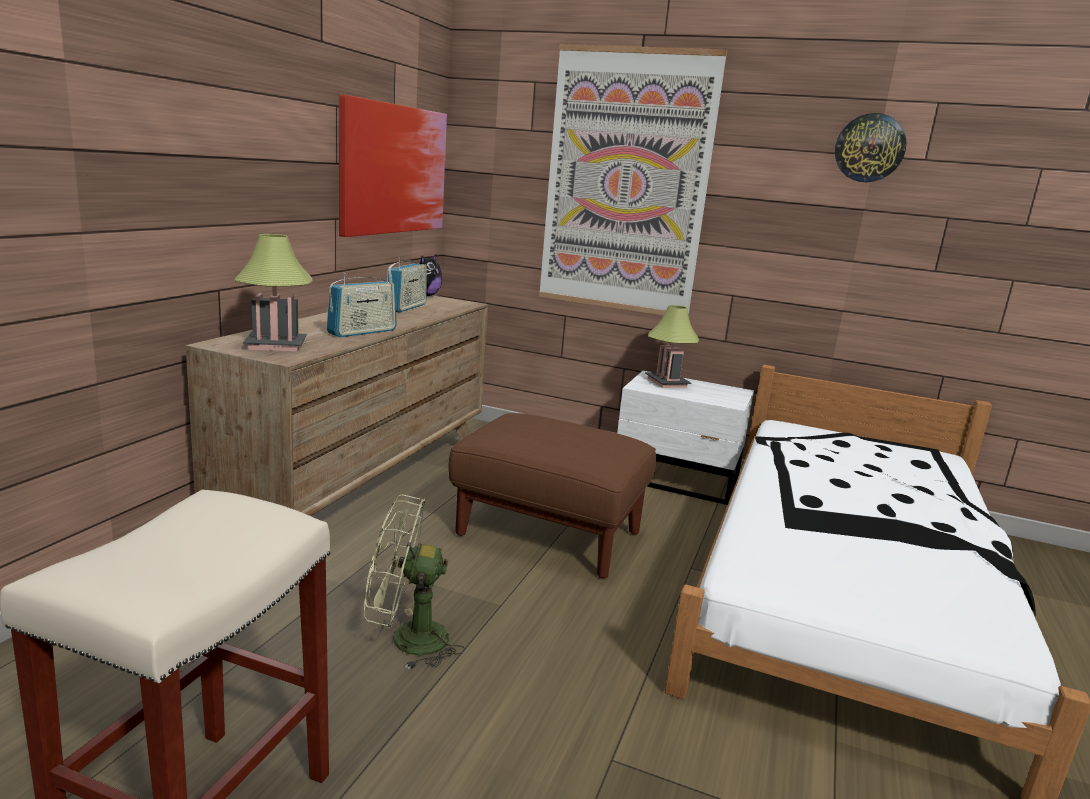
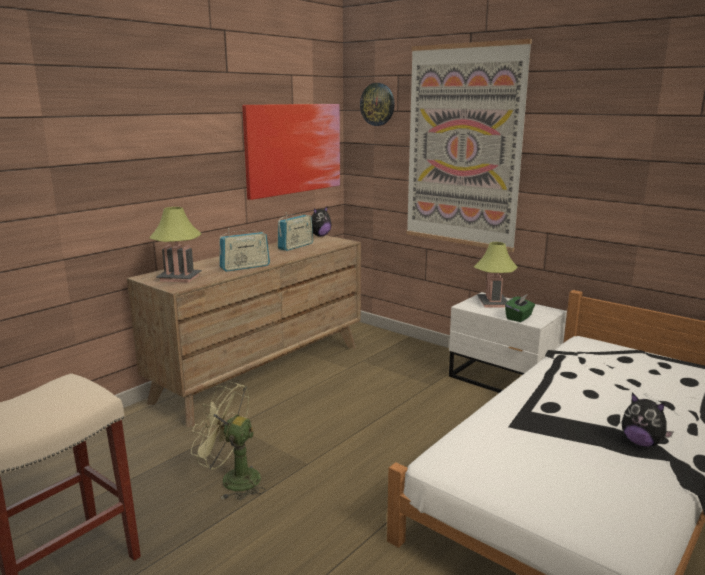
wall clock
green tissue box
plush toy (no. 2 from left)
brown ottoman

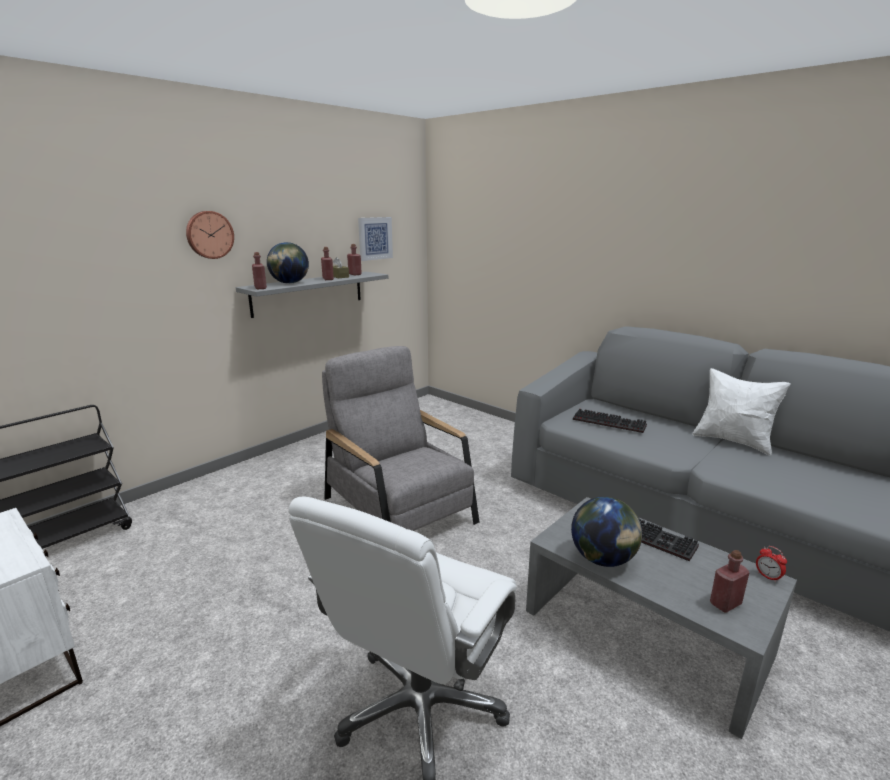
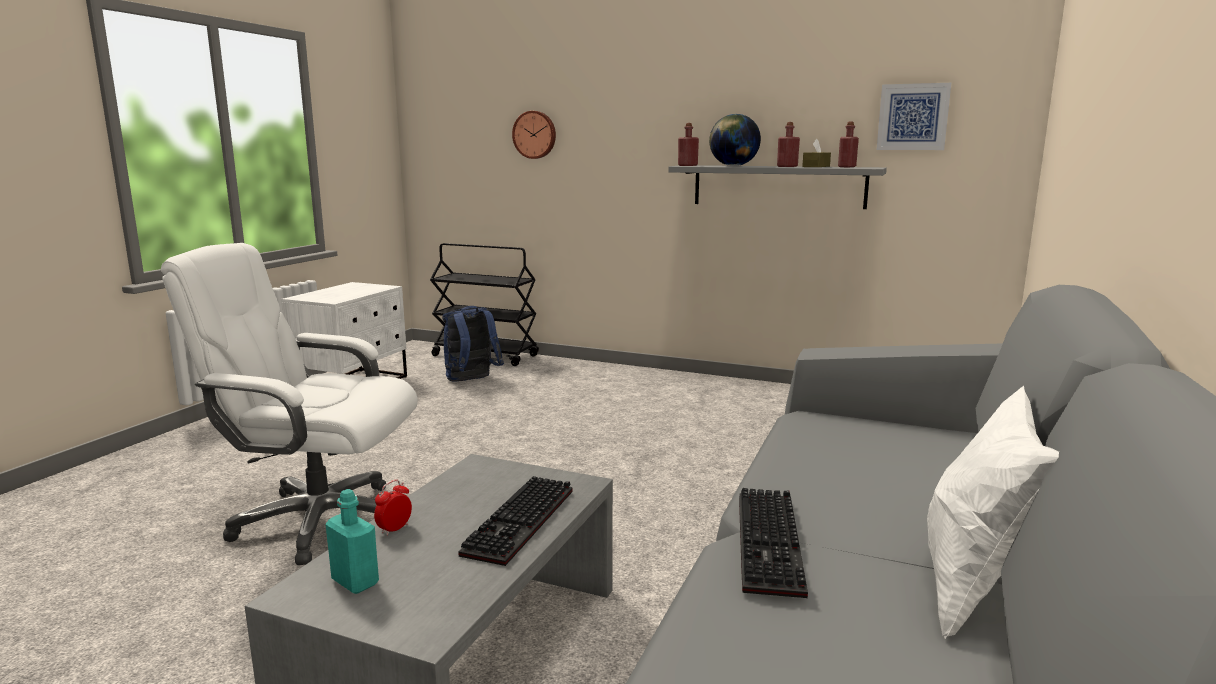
turquoise bottle
alarm clock
blue backpack
wall clock
keyboard (no. 2 from left)
grey armchair
globe (no. 2 from left in the first image)

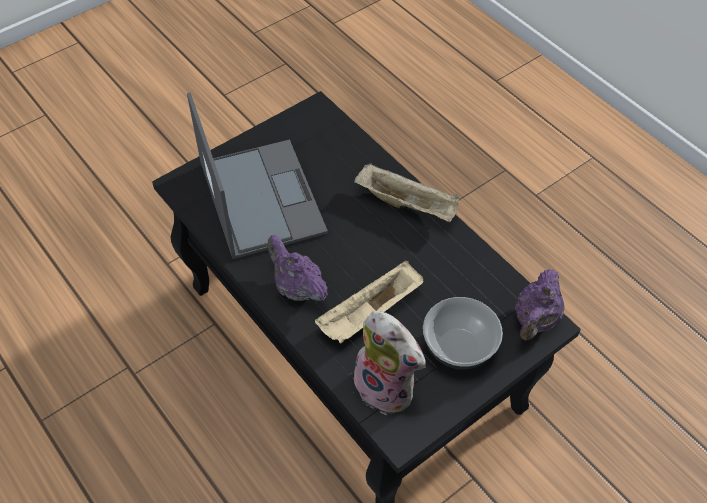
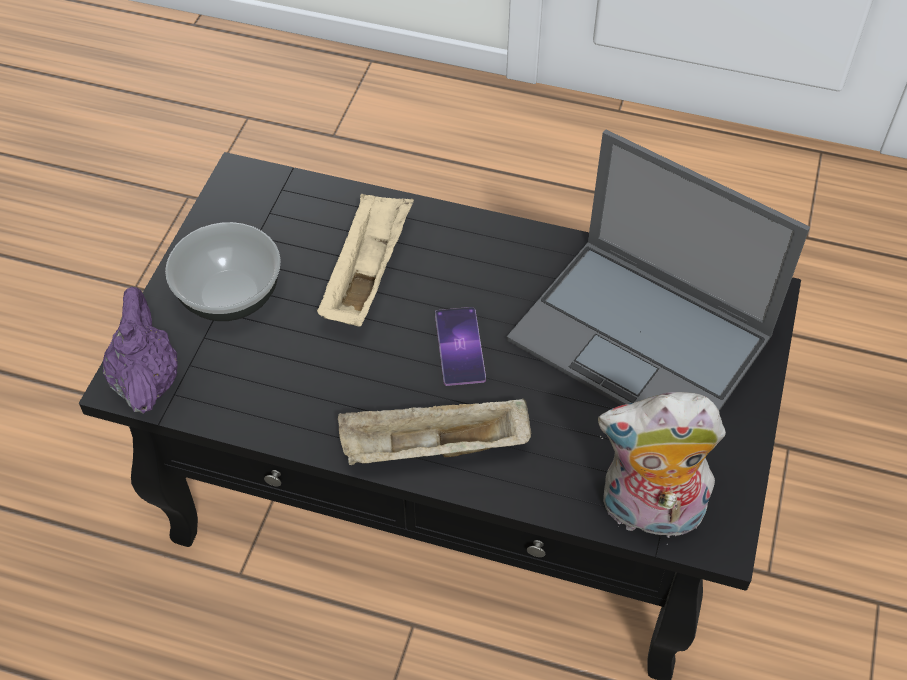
phone
plush toy
purple teapot (no. 1 from left in the first image)

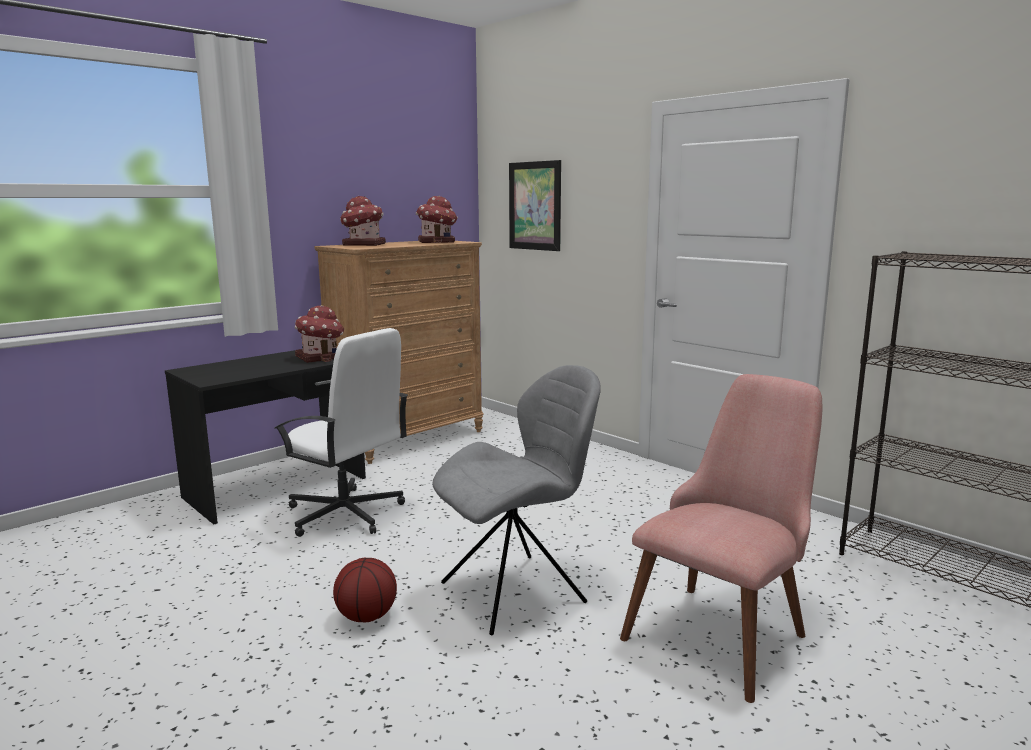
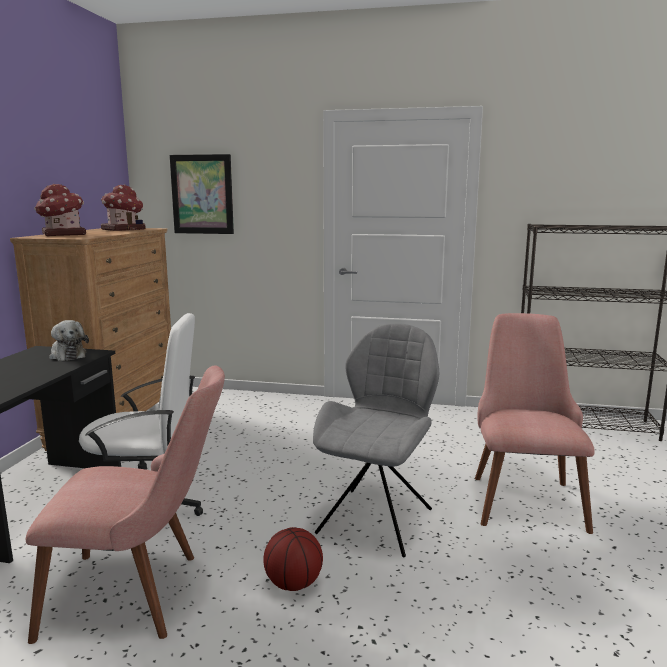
pink chair (no. 1 from left)
plush toy

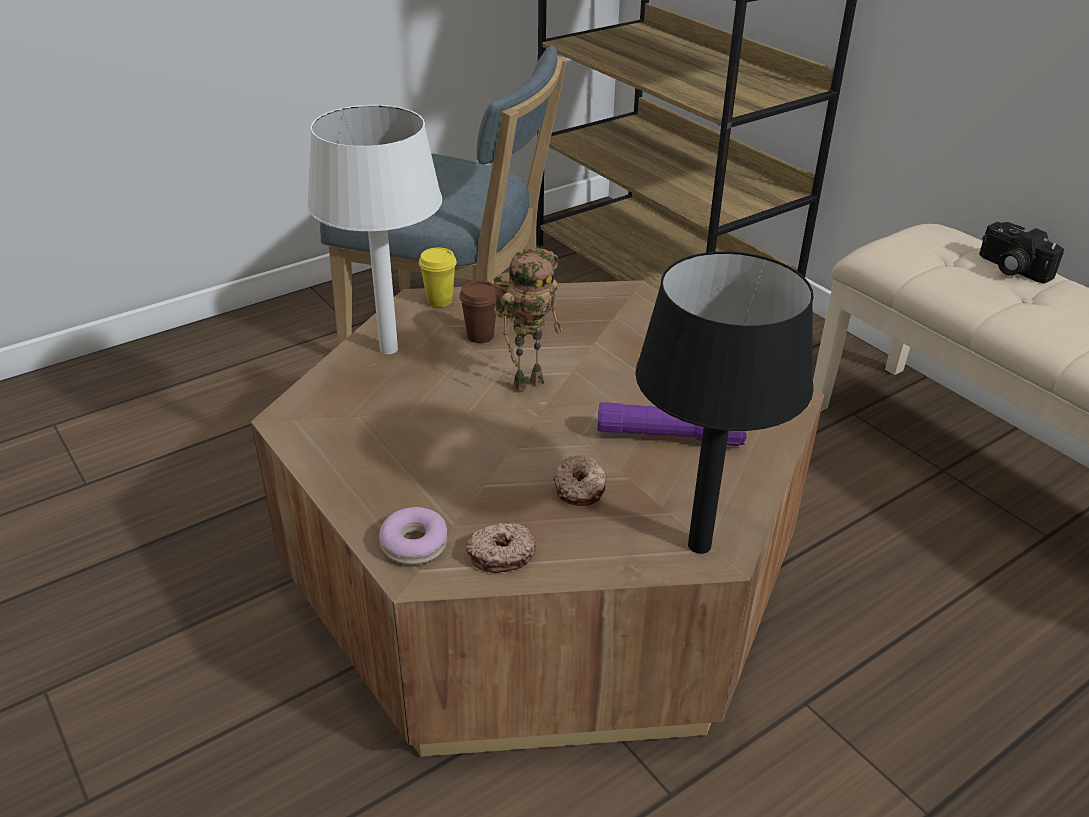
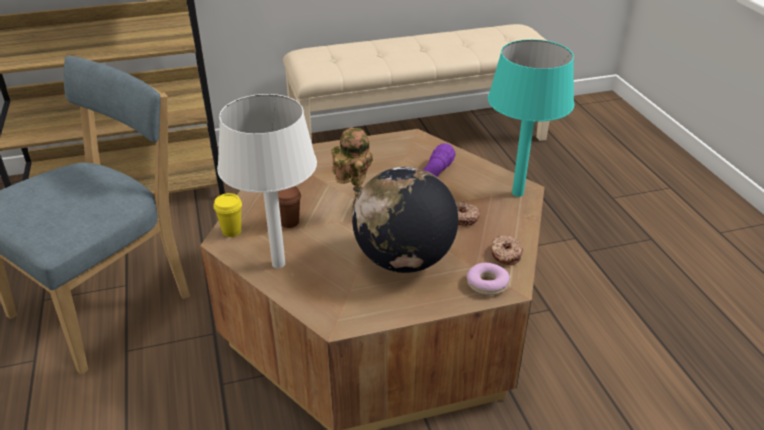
globe
turquoise table lamp
photo camera

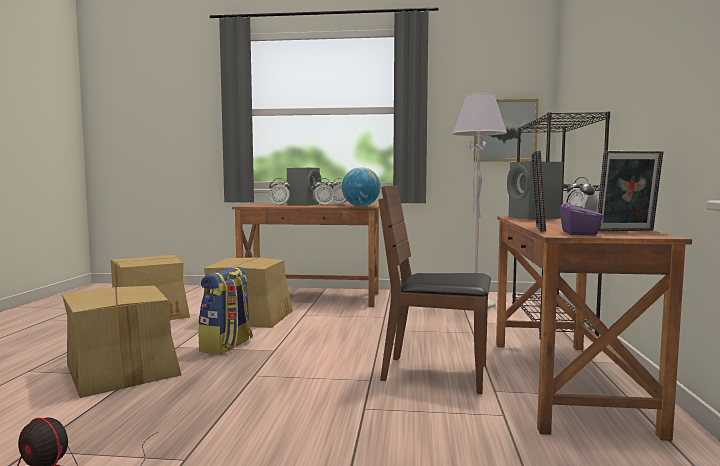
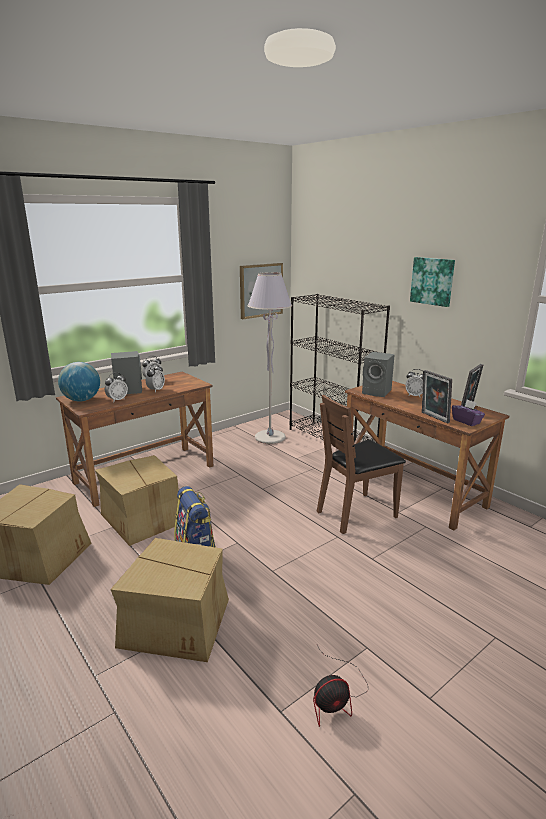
globe
picture (no. 2 from left)

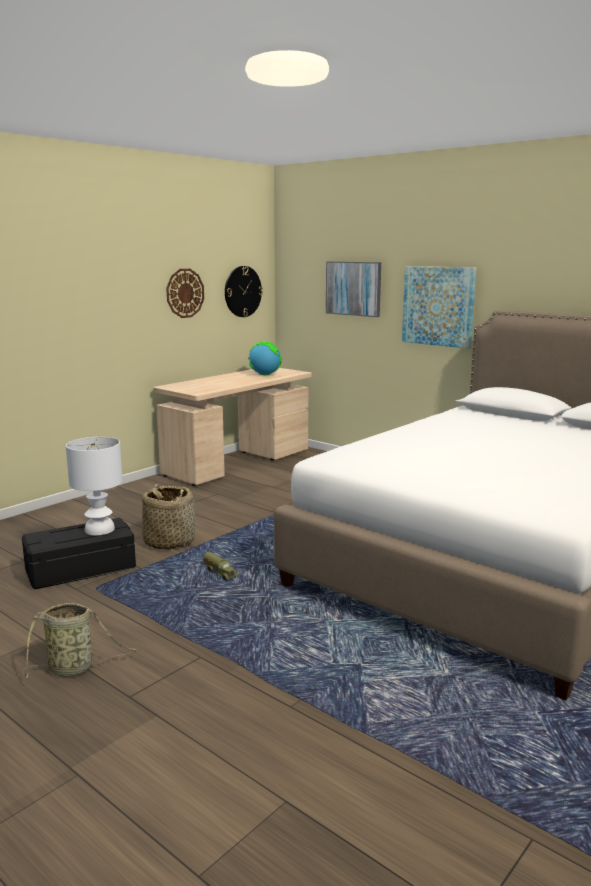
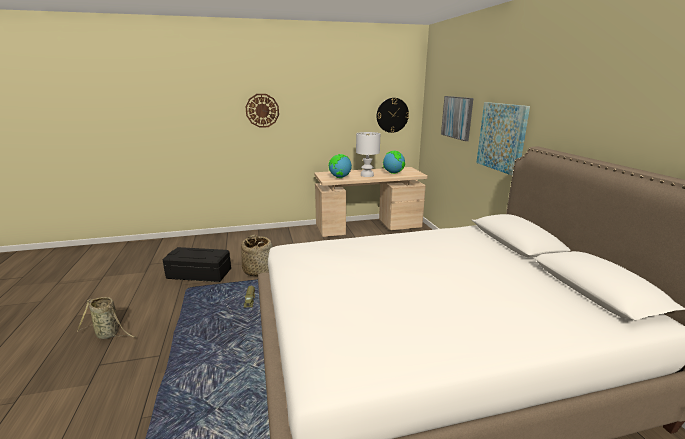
wall clock (no. 1 from left)
globe (no. 1 from left)
white table lamp

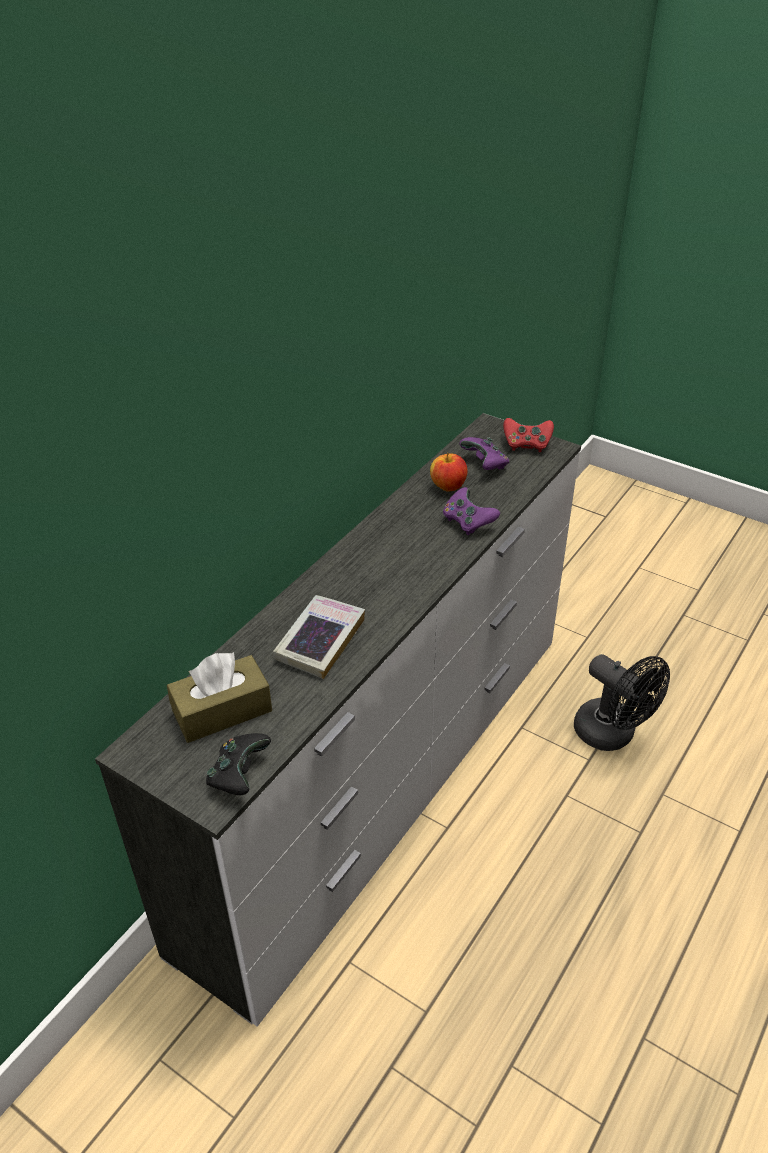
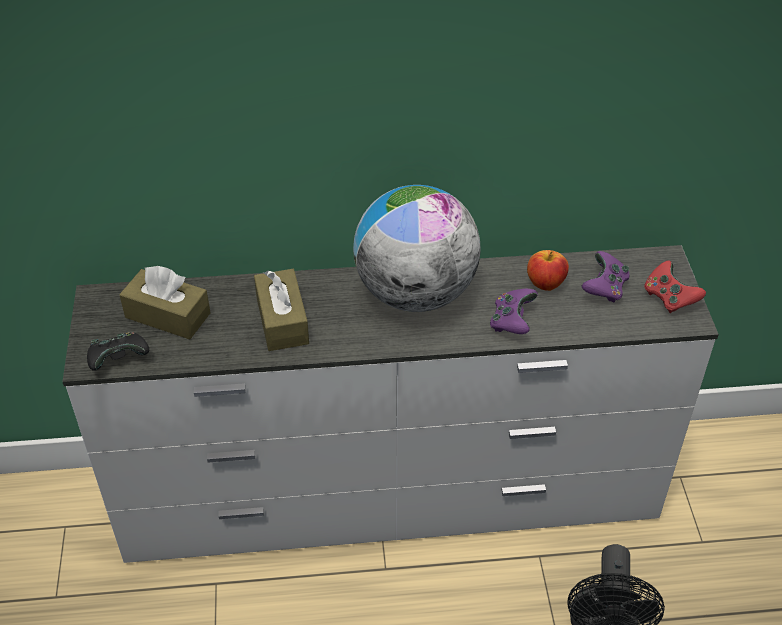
brown tissue box (no. 2 from left)
globe

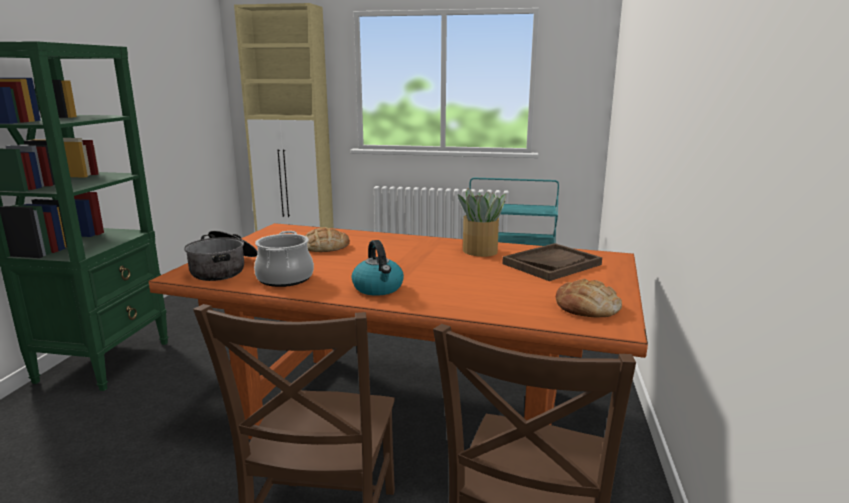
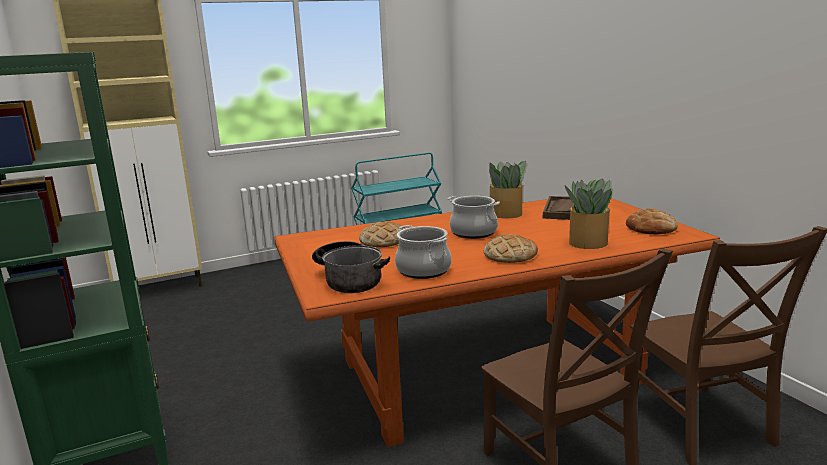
cooking pot (no. 3 from left)
bread (no. 2 from left)
potted plant (no. 2 from left)

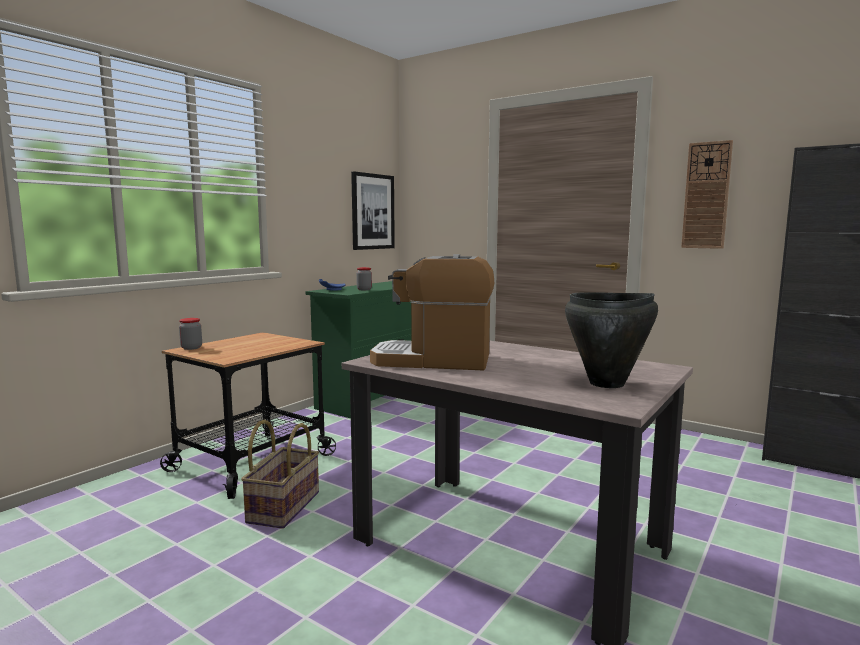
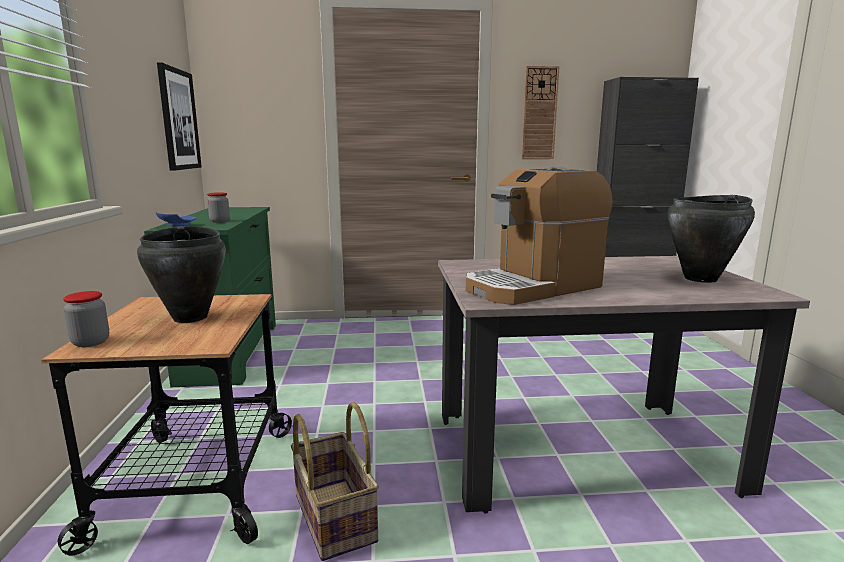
black cooking pot (no. 1 from left)

